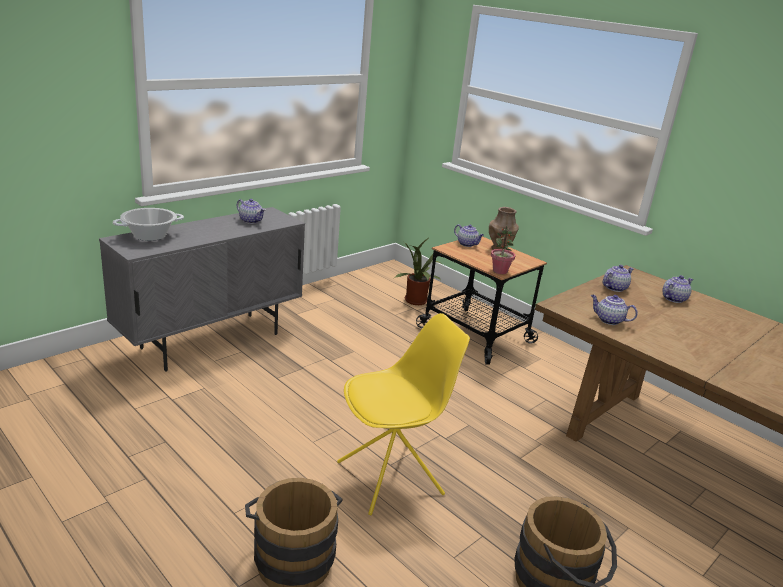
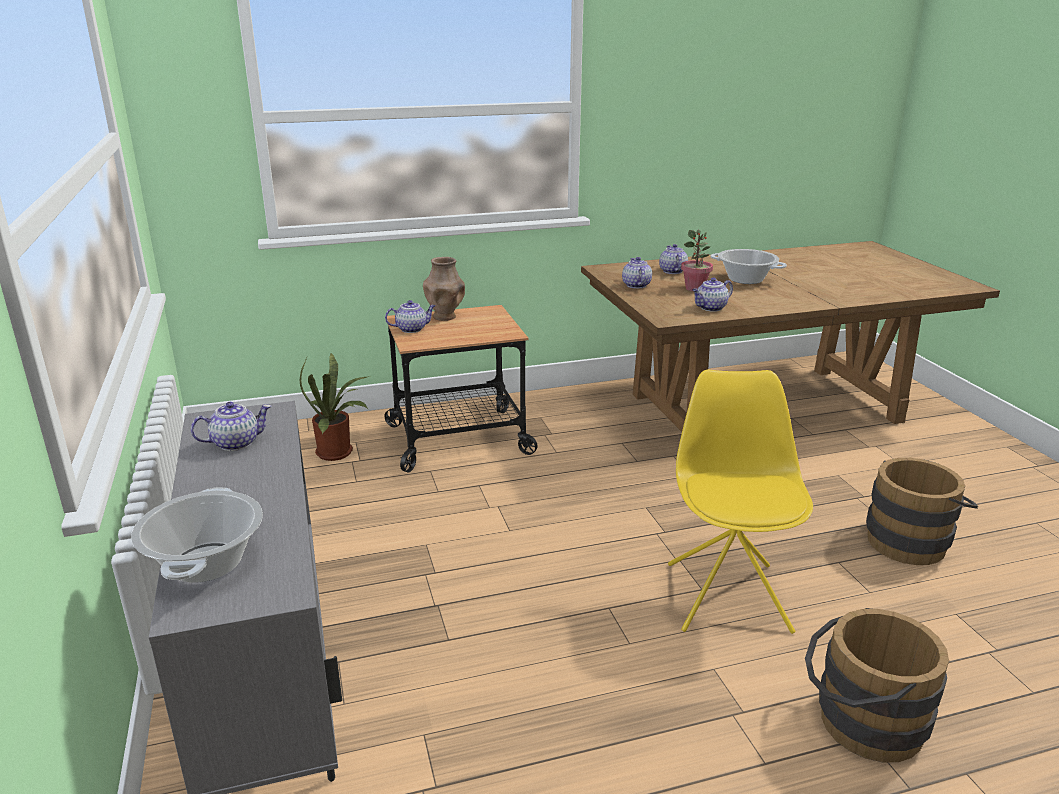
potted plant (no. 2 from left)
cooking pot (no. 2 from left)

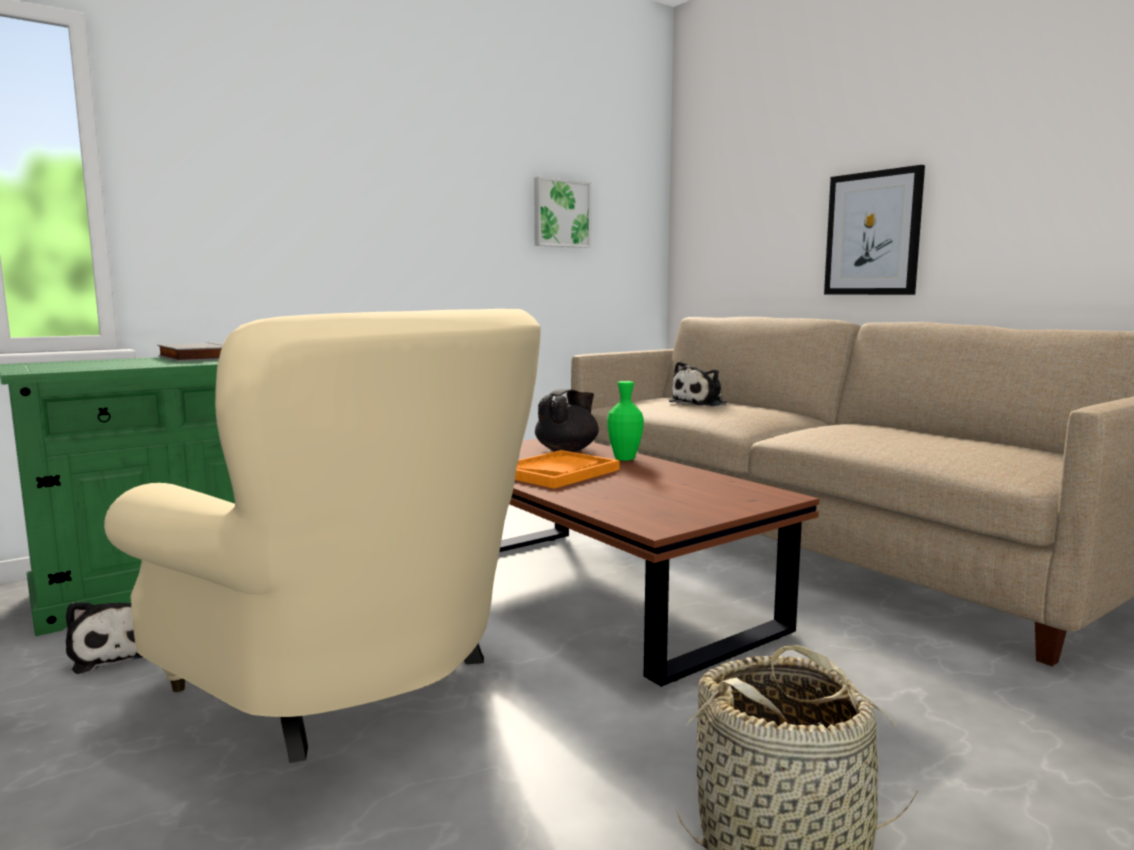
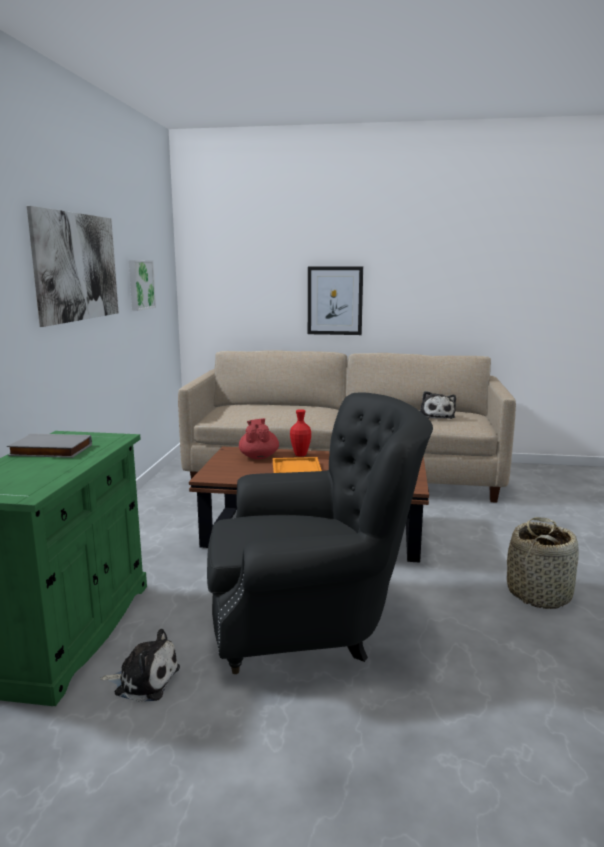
picture (no. 1 from left)
black armchair
red teapot
red vase
plush toy (no. 2 from left)

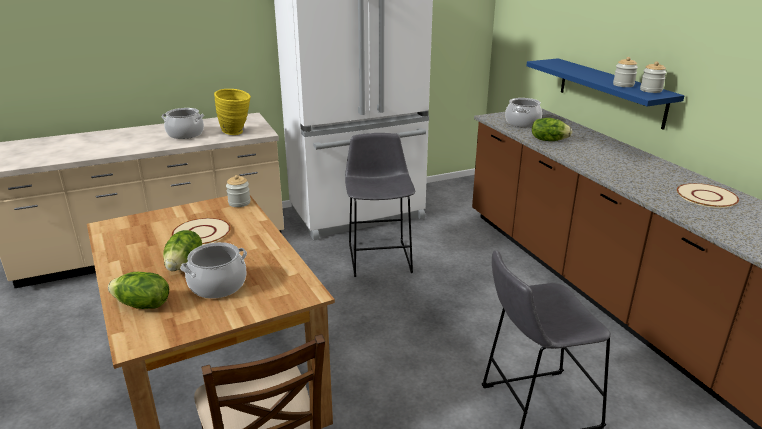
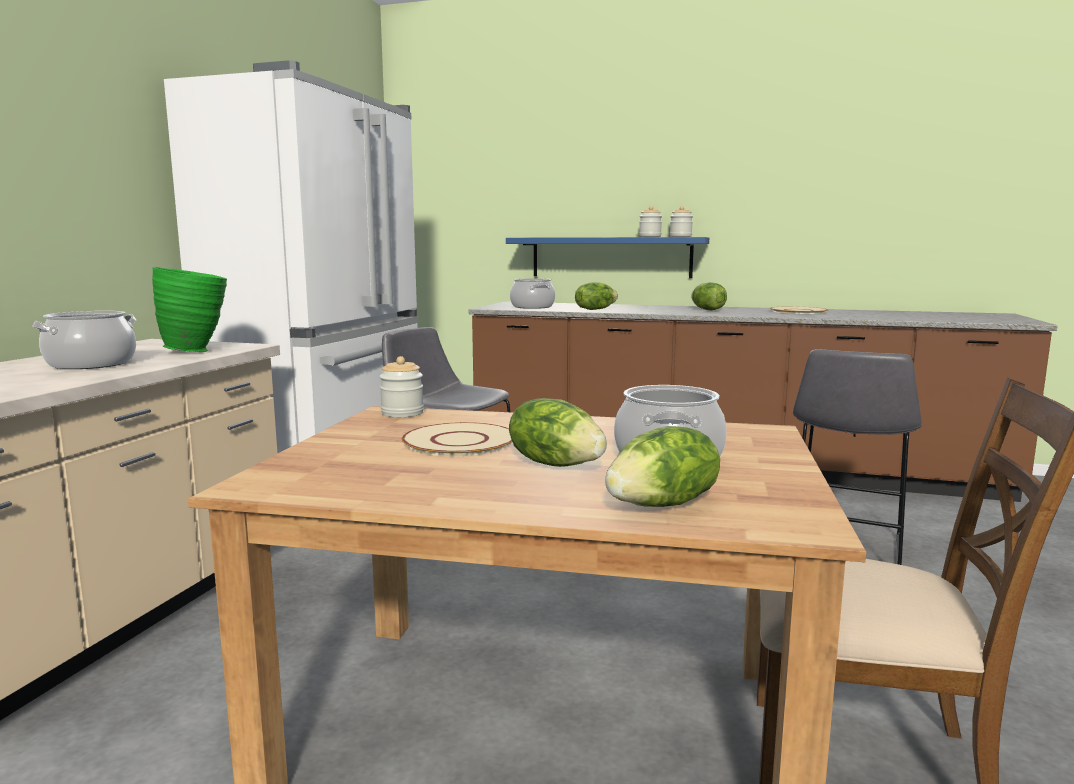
green vase
lettuce (no. 4 from left)

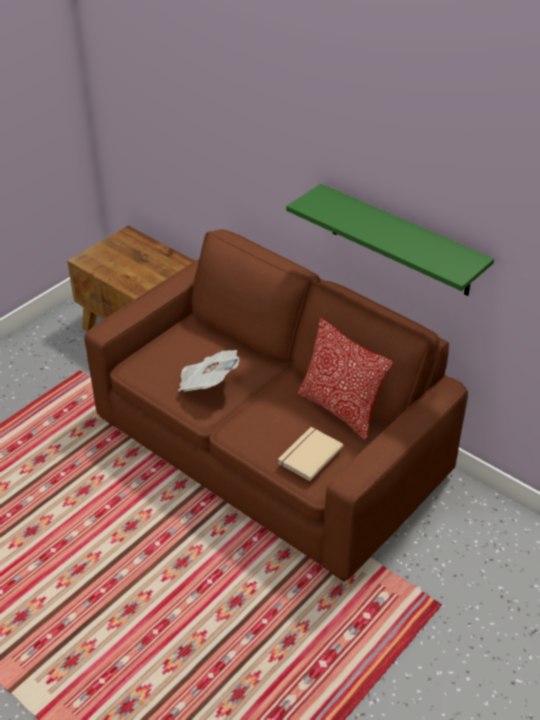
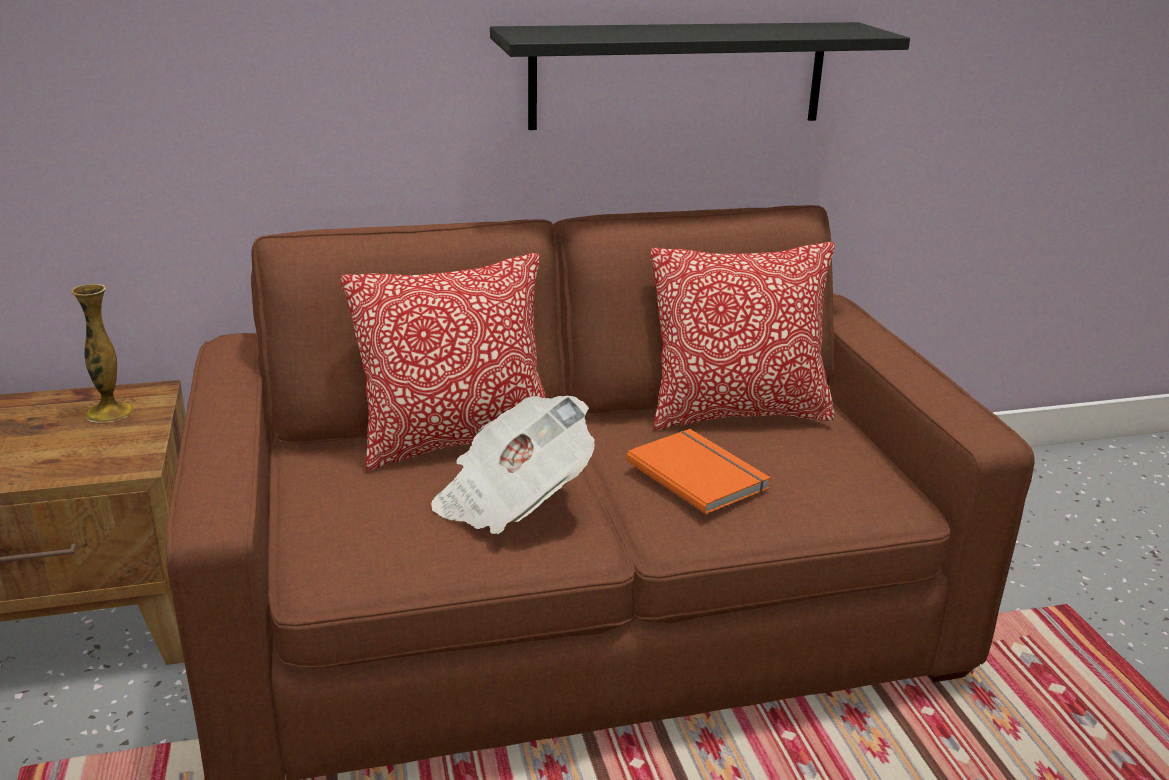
vase
pillow (no. 1 from left)
black shelf
orange book
beige book

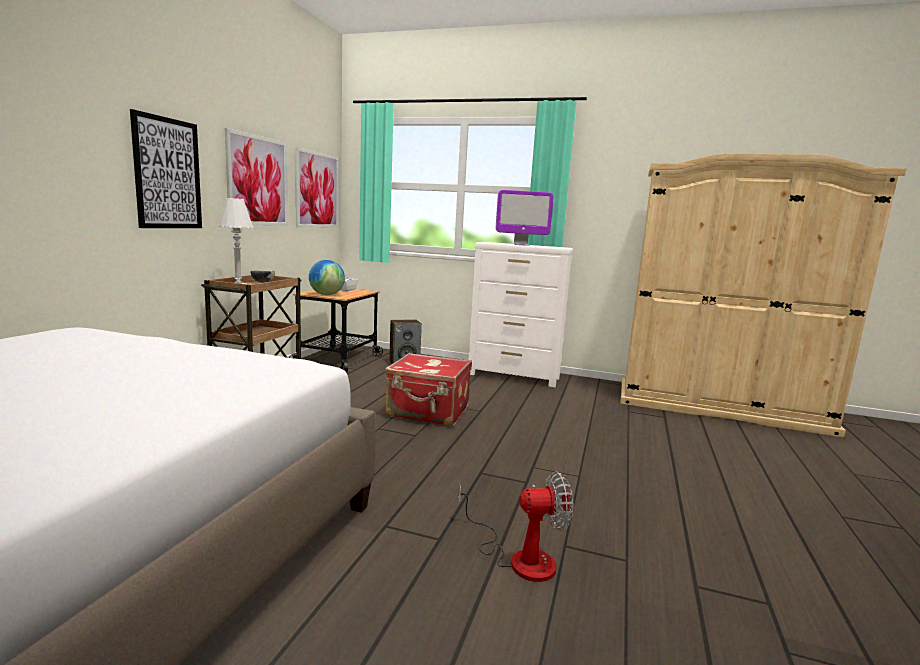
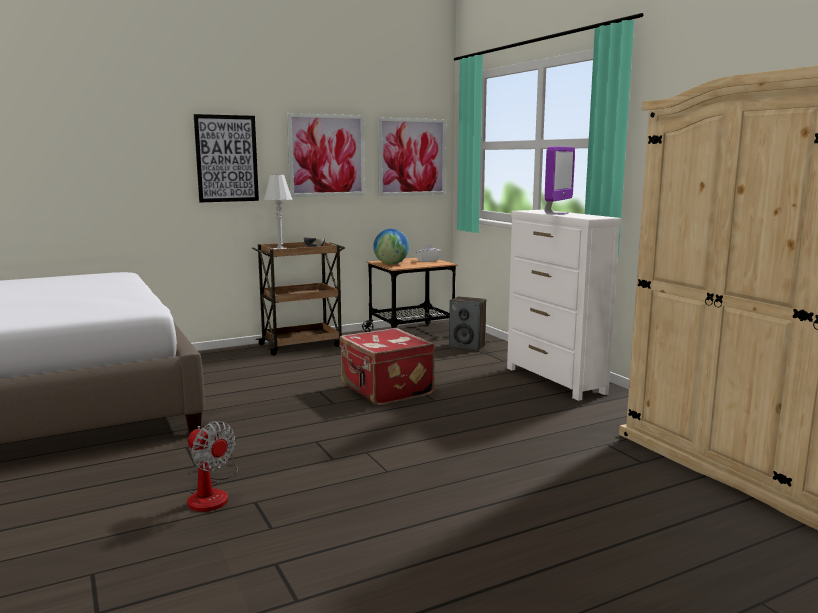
monitor

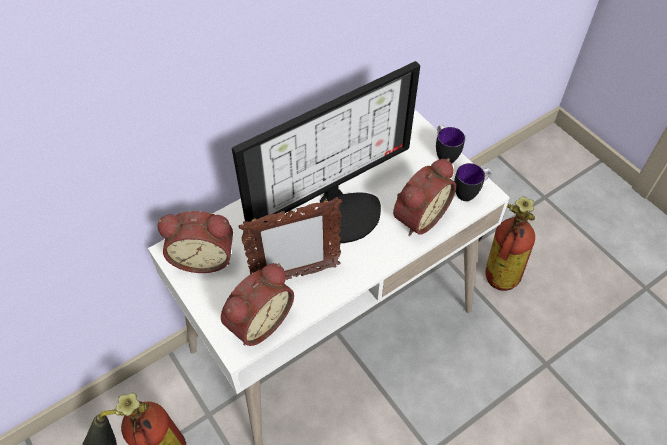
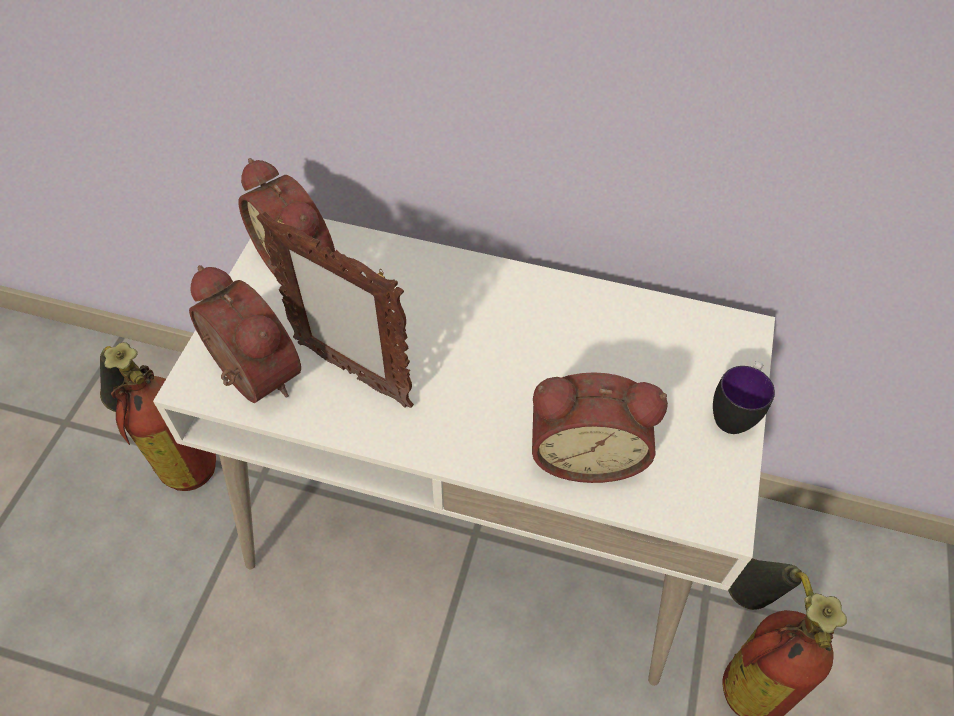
alarm clock (no. 1 from left)
monitor
mug (no. 2 from left in the first image)

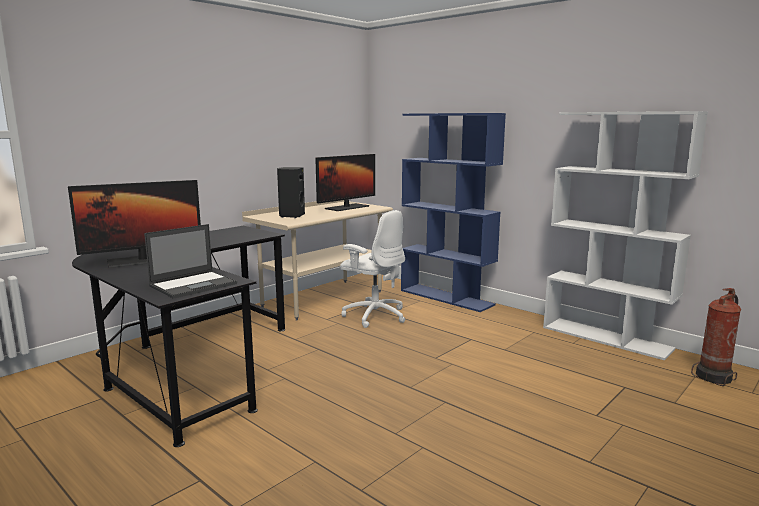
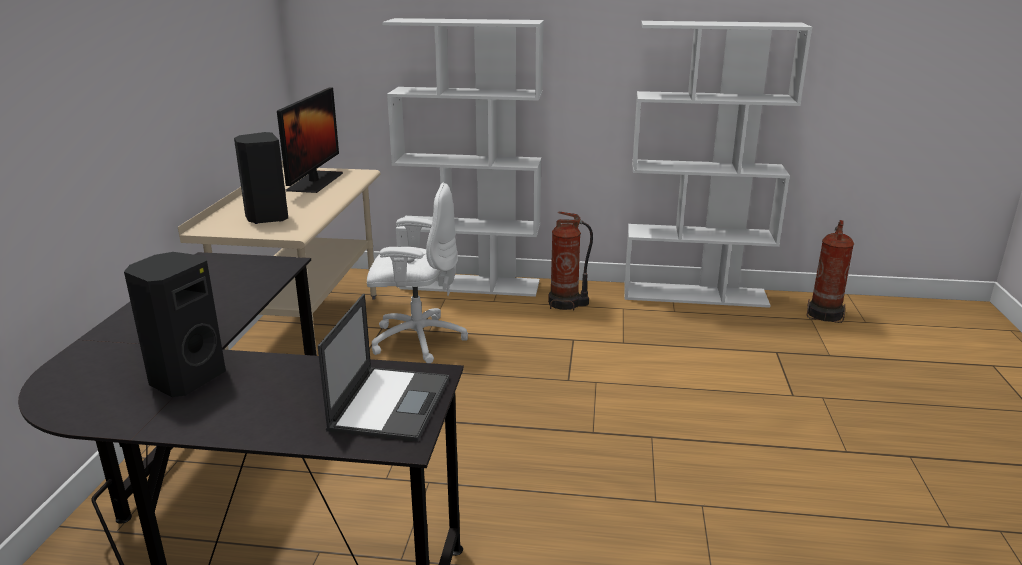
black speaker (no. 1 from left)
white bookcase (no. 1 from left)
fire extinguisher (no. 1 from left)

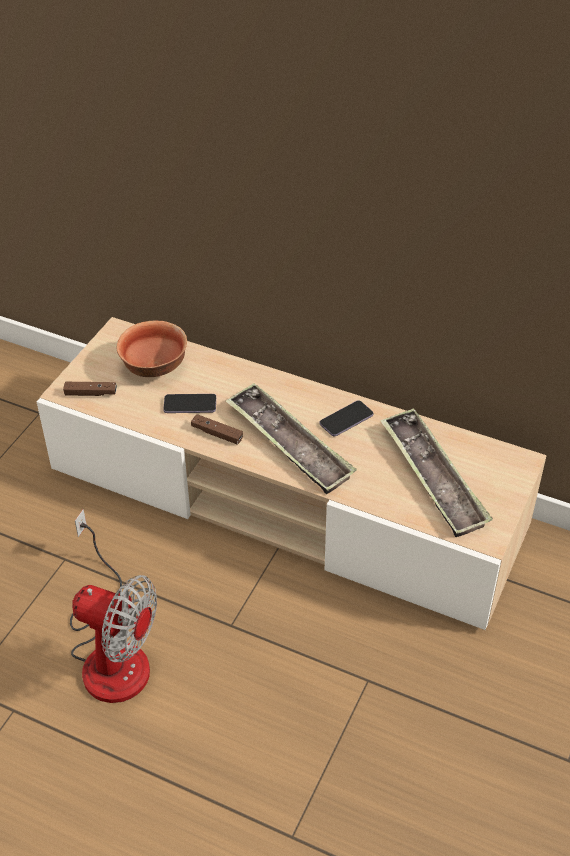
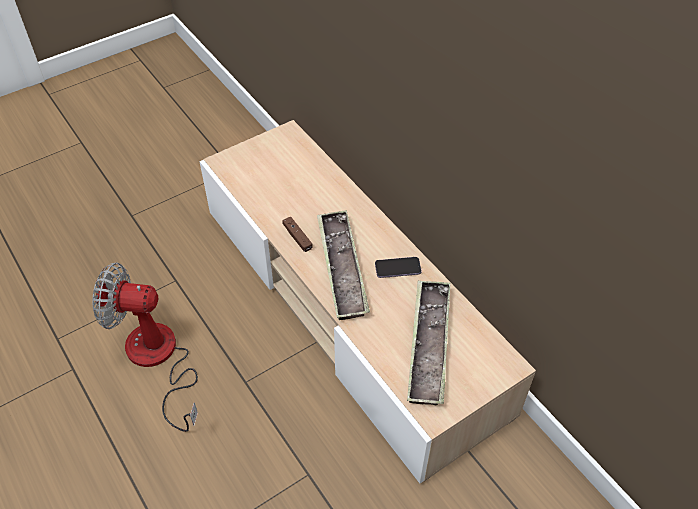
fan
brown game controller (no. 1 from left in the first image)
bowl
phone (no. 1 from left in the first image)

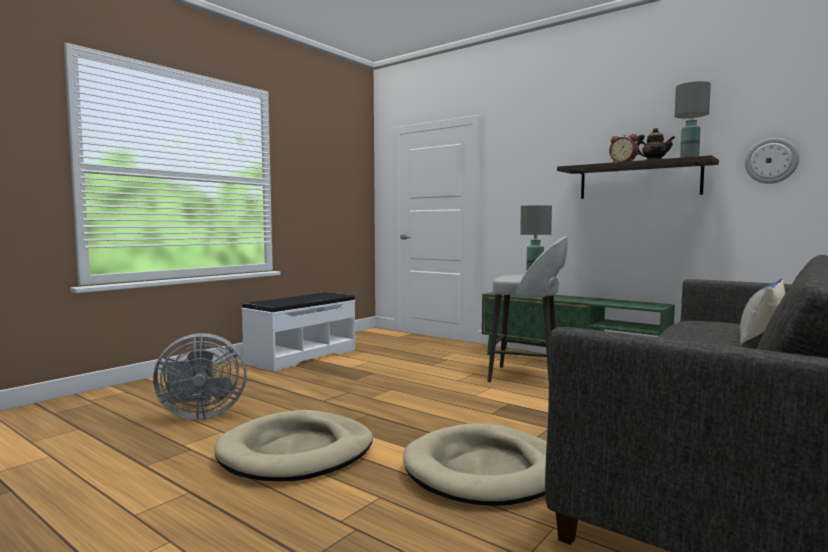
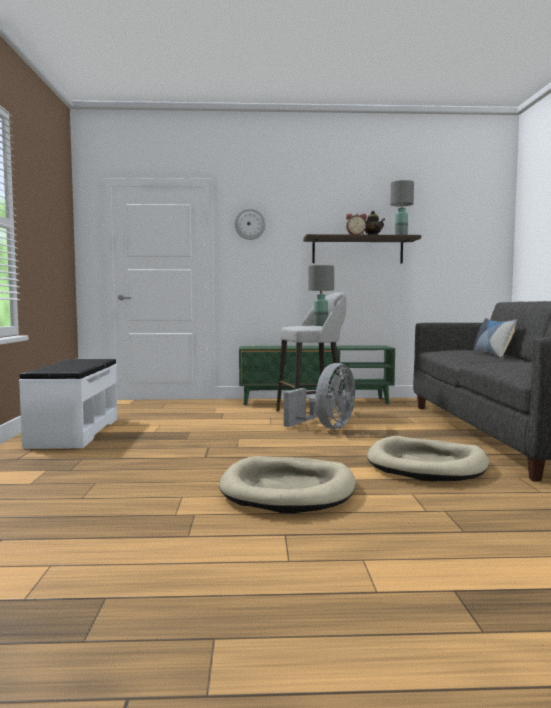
wall clock
grey fan

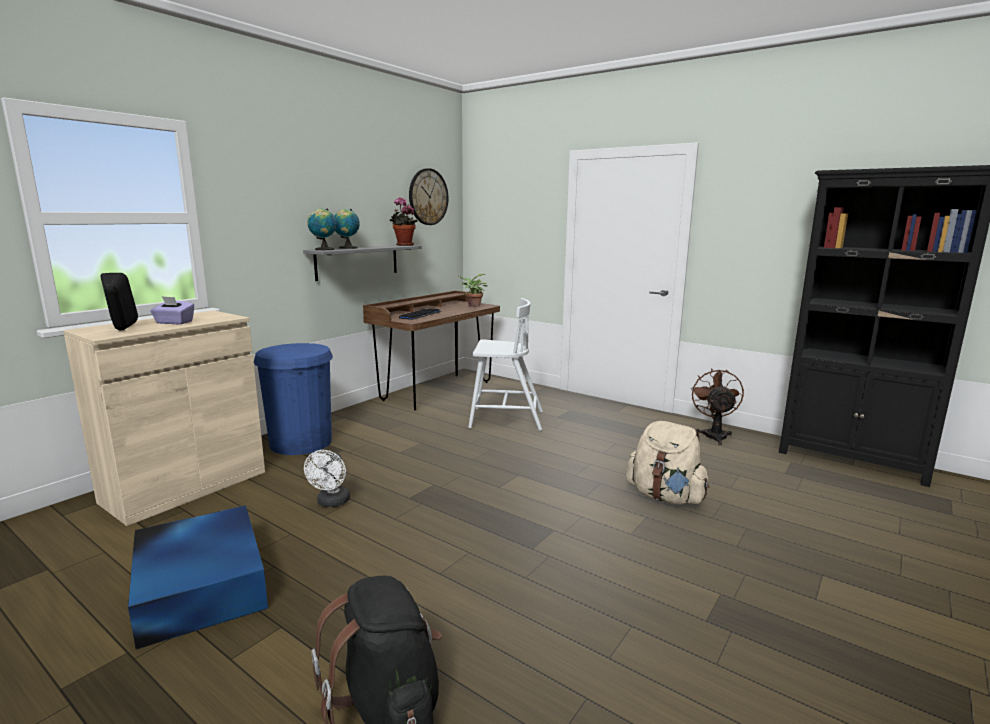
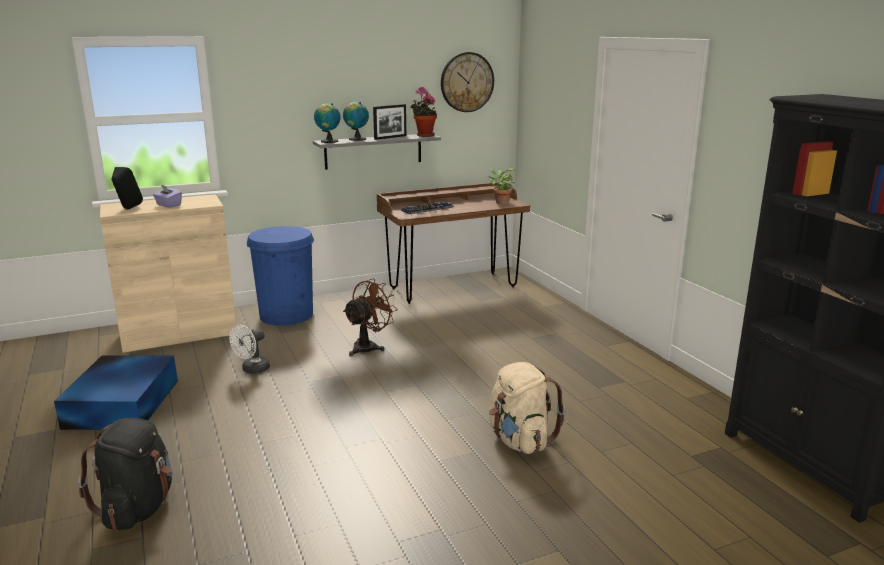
brown fan
picture frame
white chair

